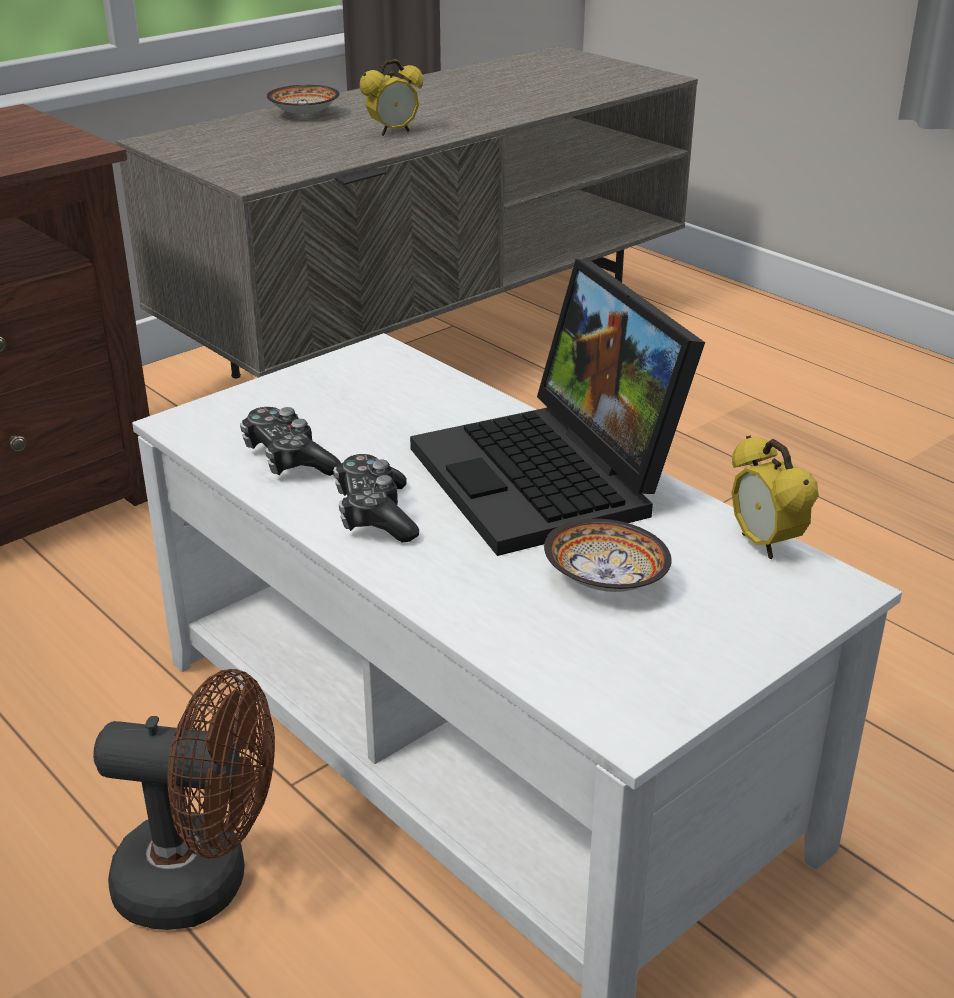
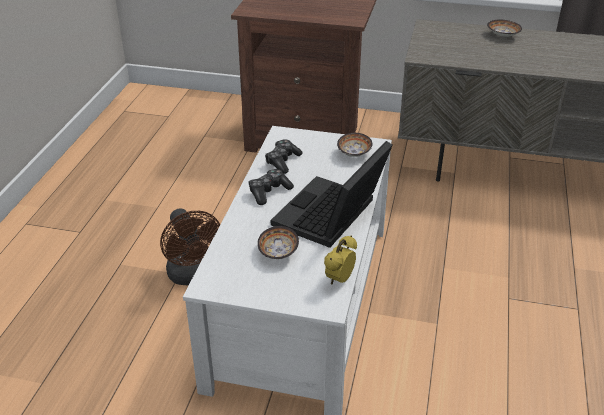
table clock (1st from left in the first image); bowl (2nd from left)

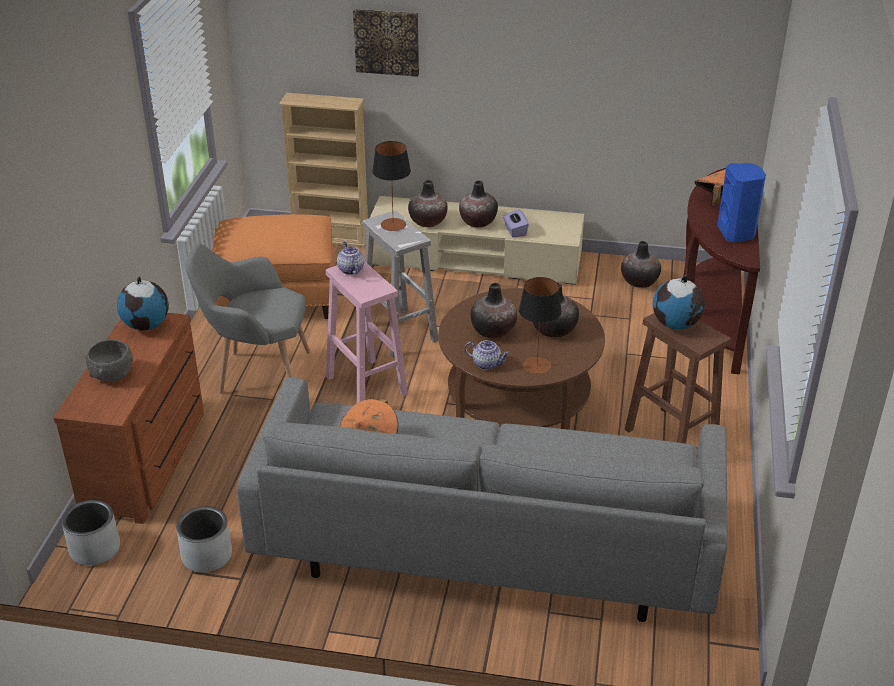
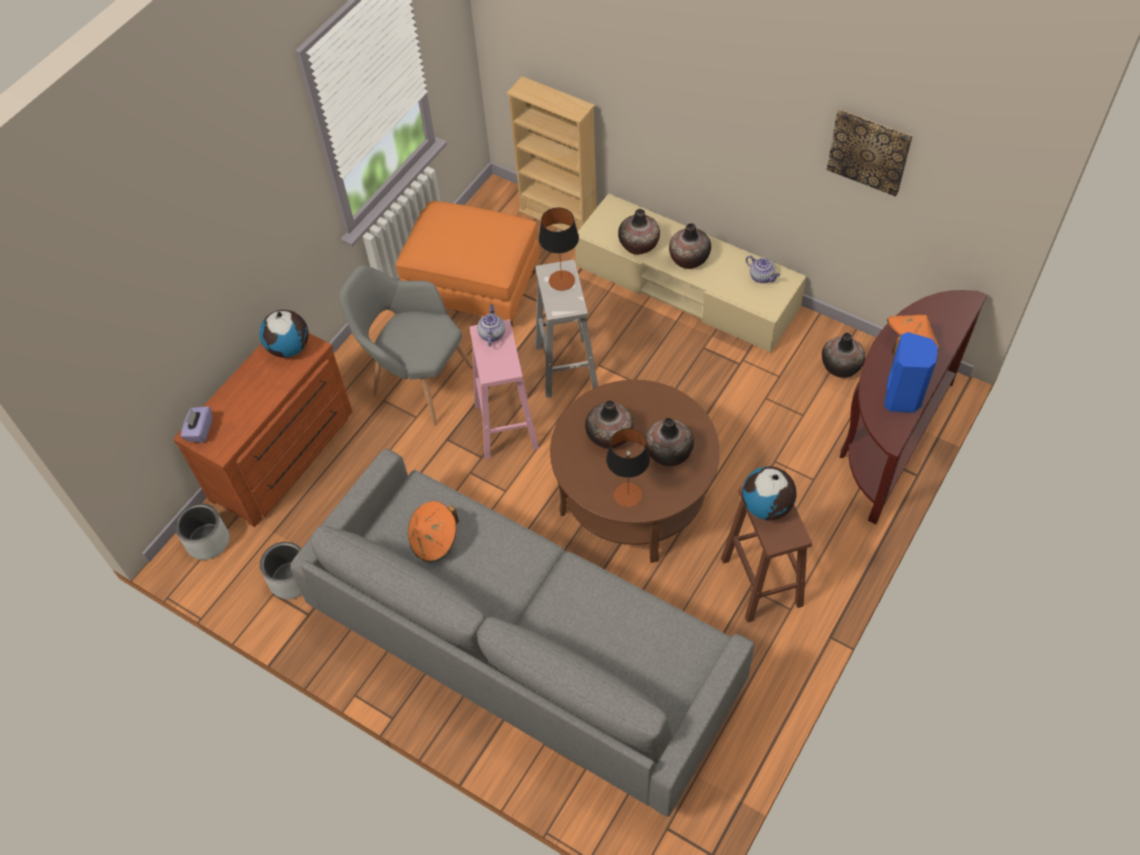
wall picture; box of tissues in purplish; bowl in grey; tea pot (2nd from left)

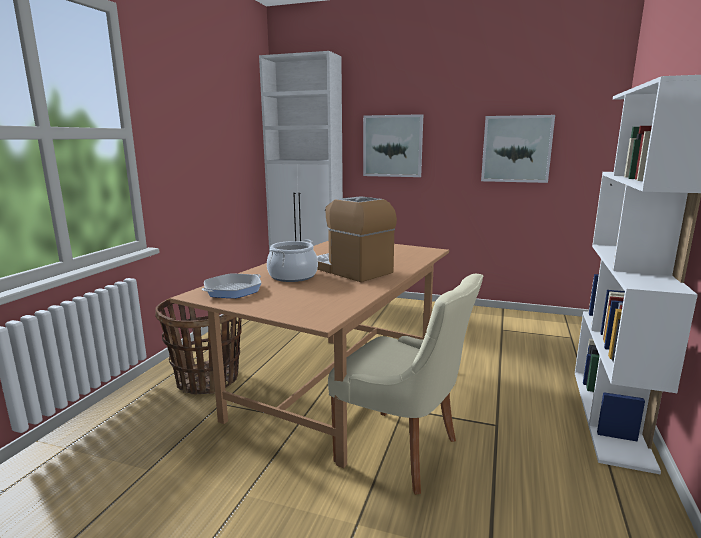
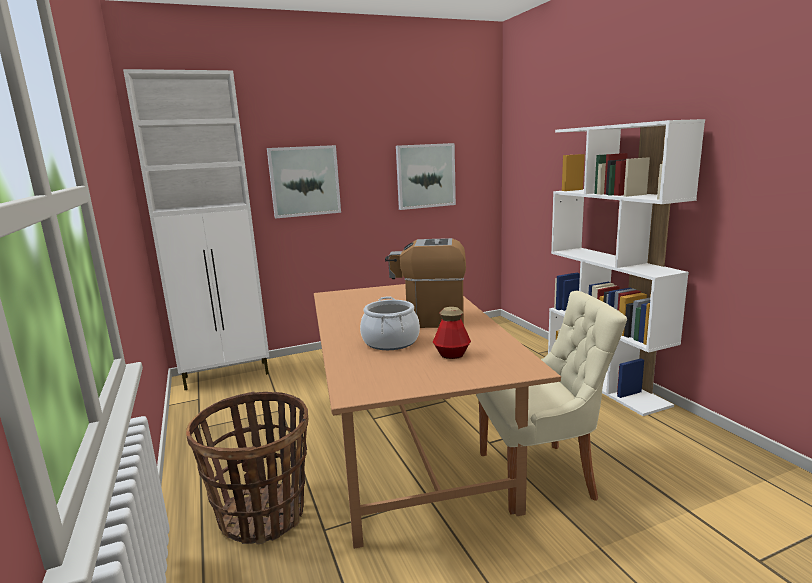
frying pan; drink bottle

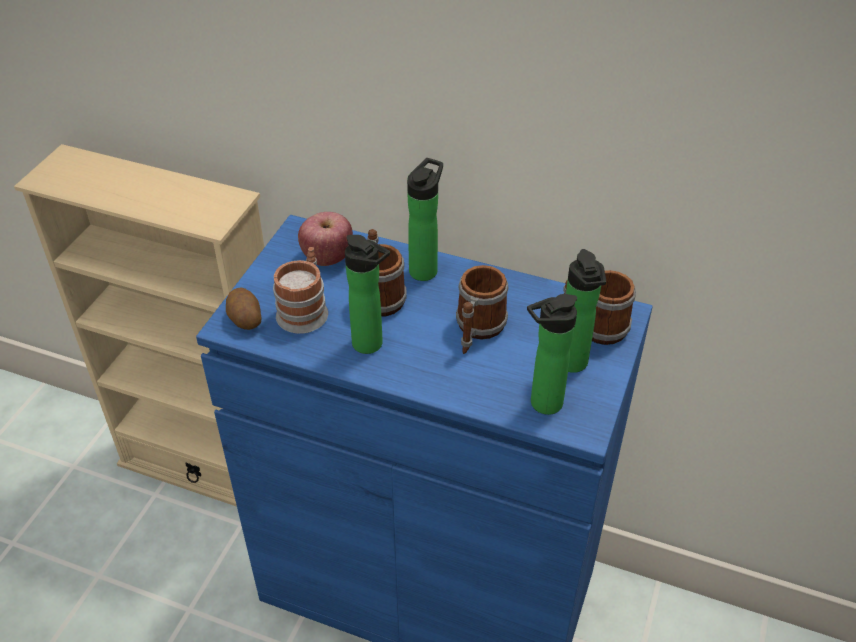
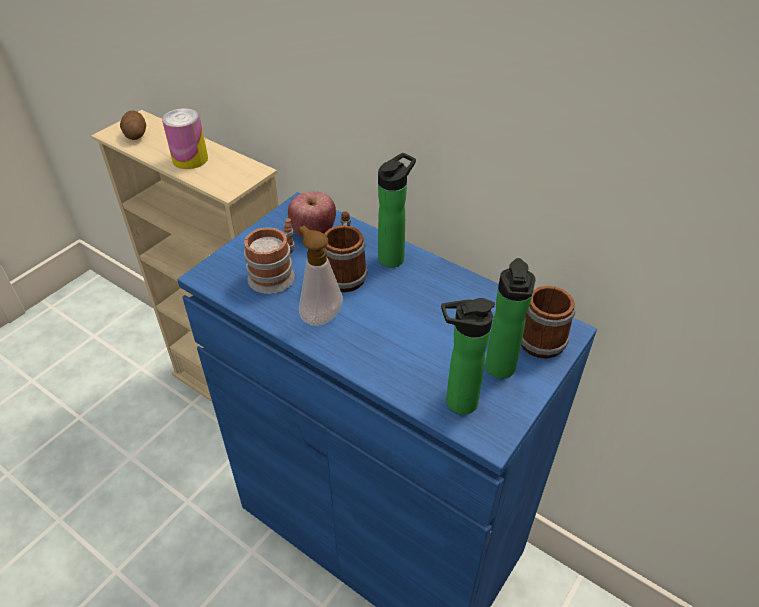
soap dispenser; tea mug (3rd from left in the first image); spud; sealed can

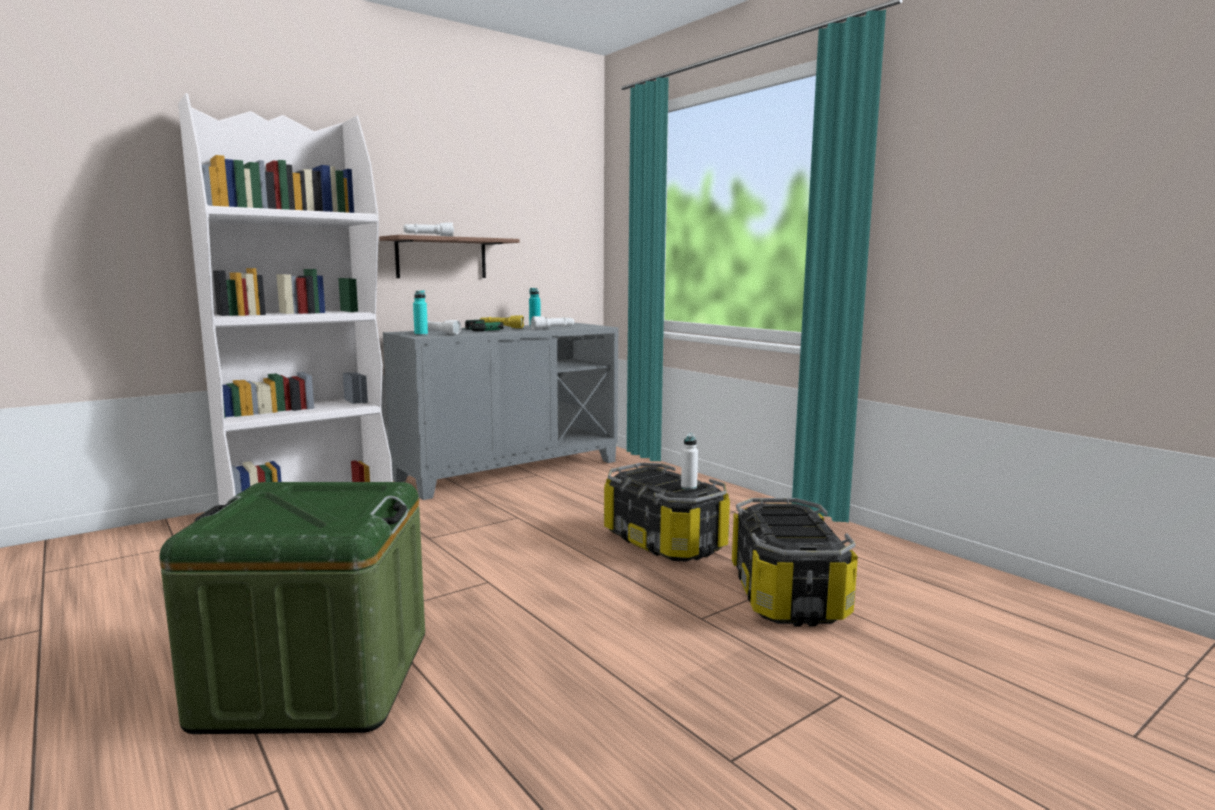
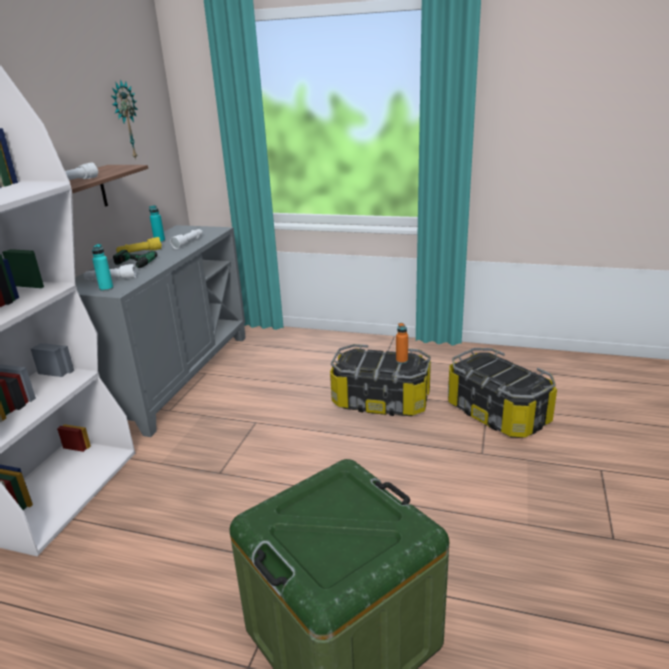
drink bottle in orangey; hanging clock

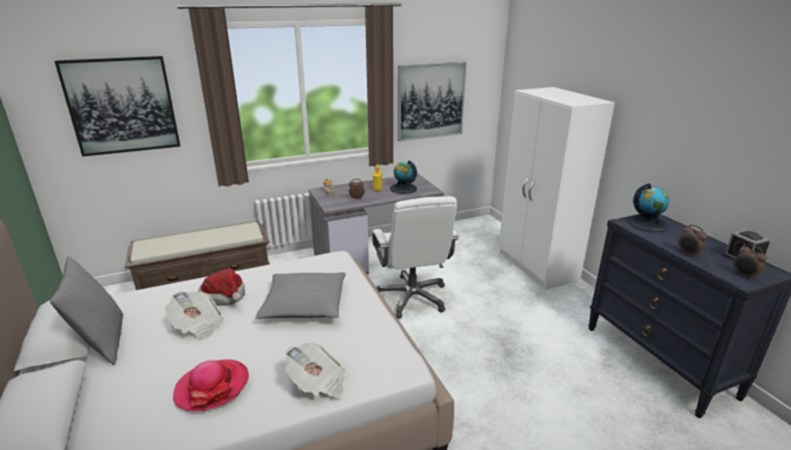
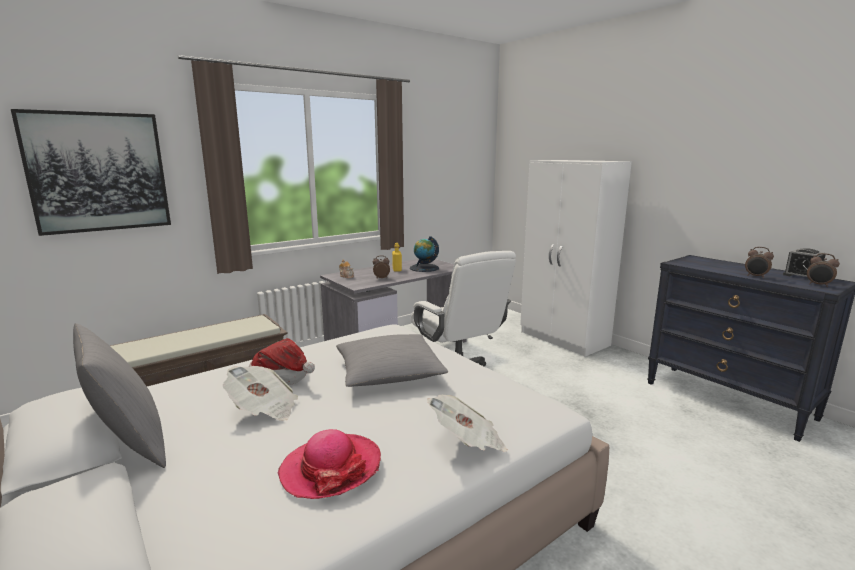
wall picture (2nd from left in the first image); globe (2nd from left in the first image)

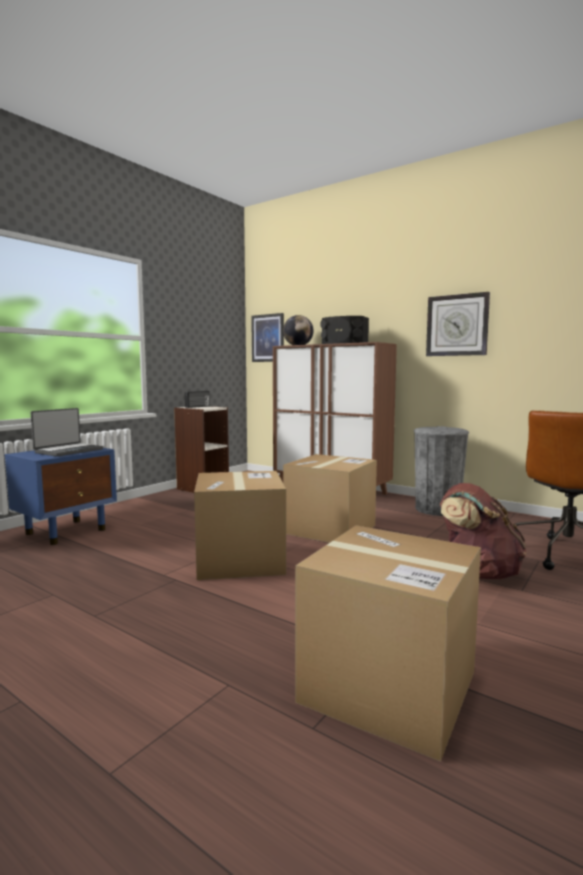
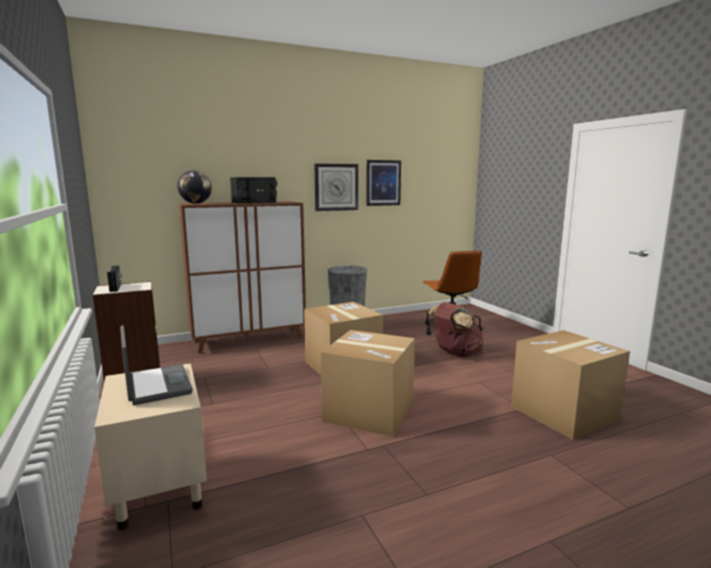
wall picture; nightstand in beige-coloured

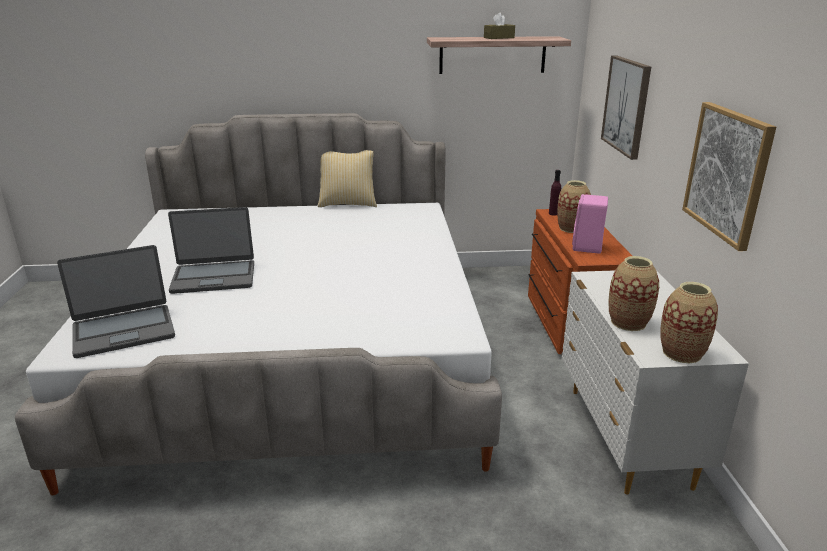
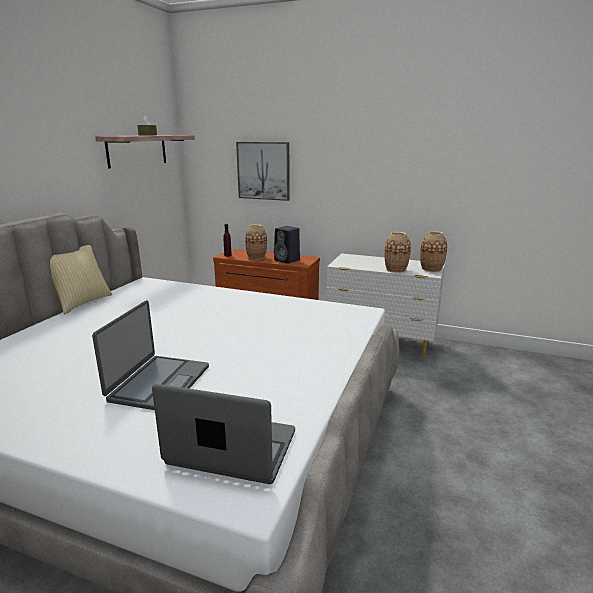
wall picture (2nd from left in the first image); speaker in black-coloured; portable computer (2nd from left)

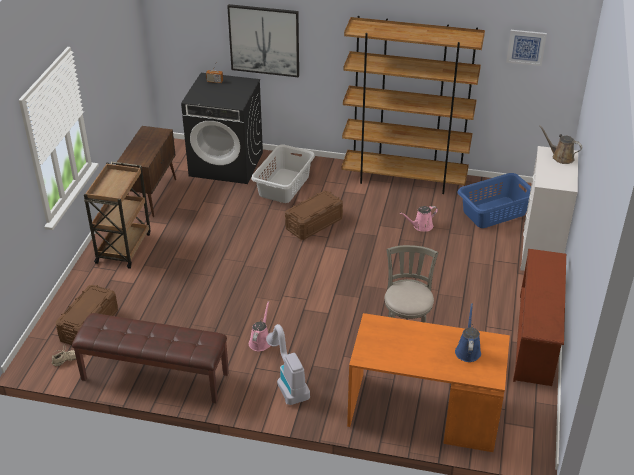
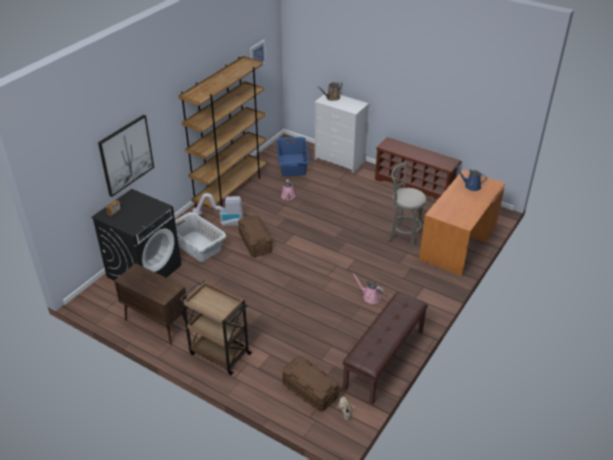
vacuum

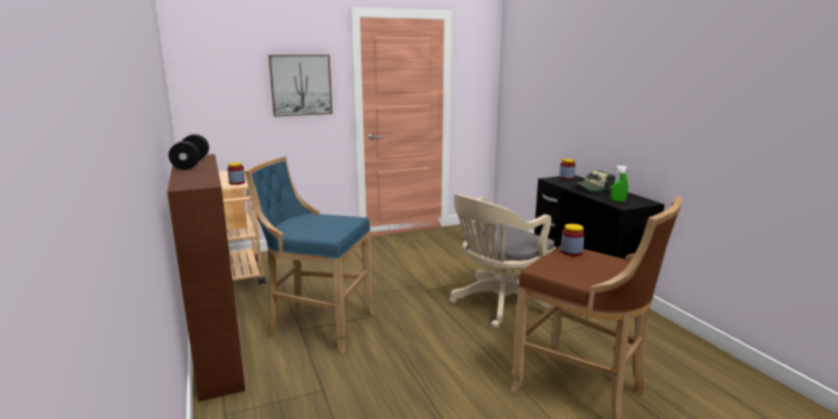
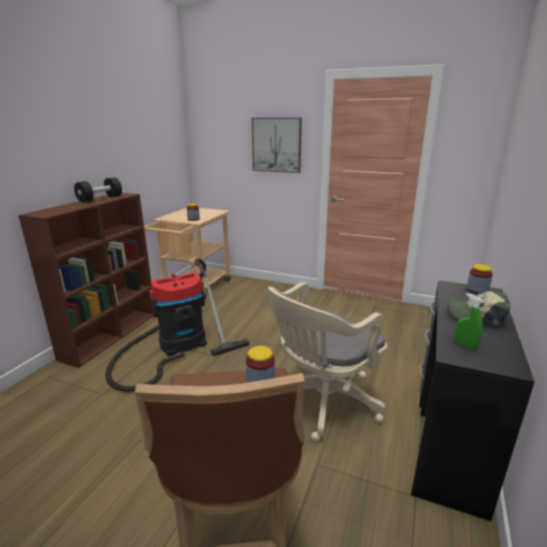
vacuum; office chair in beige-coloured

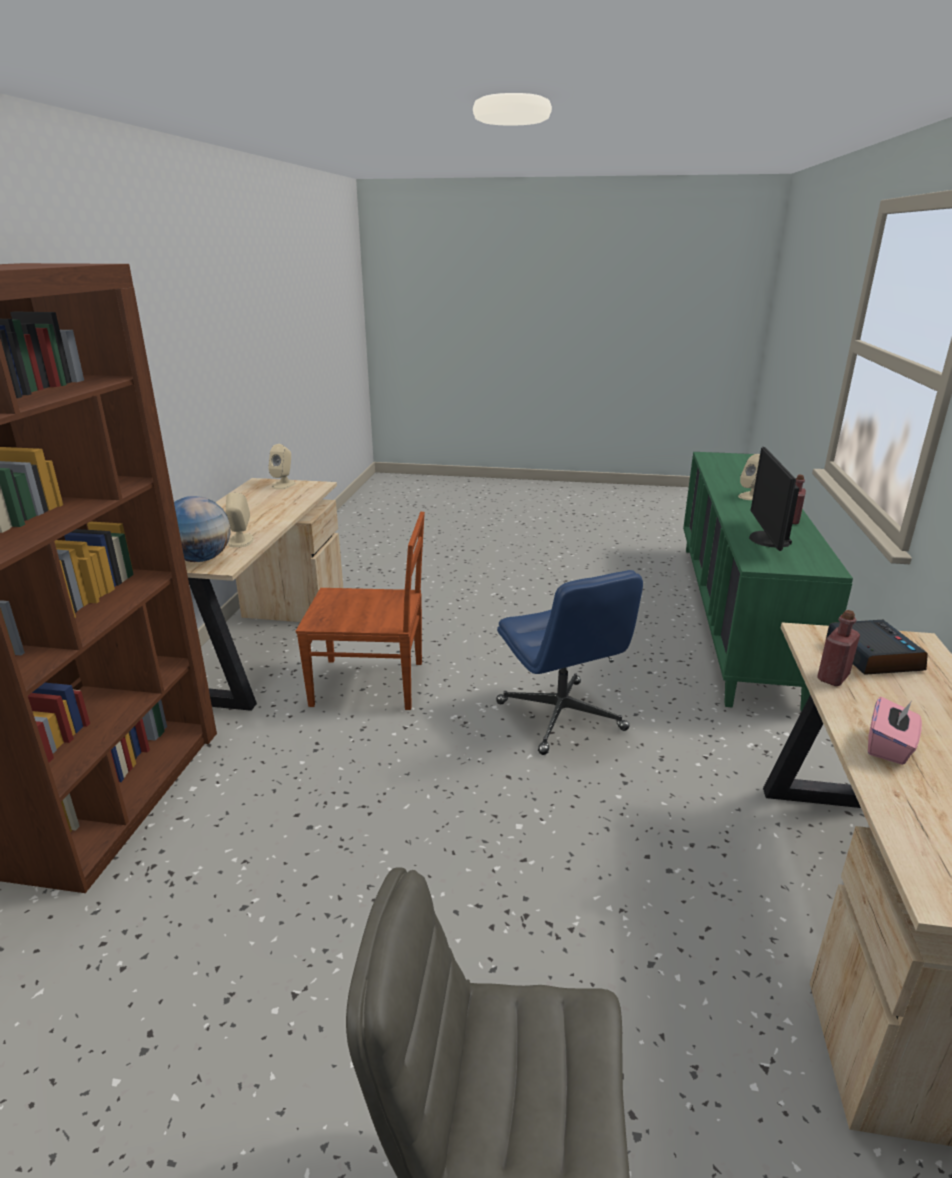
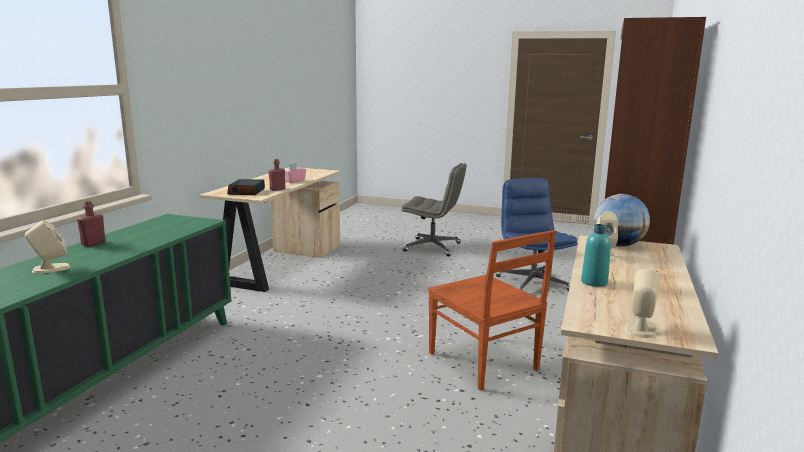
monitor; plain chair in brown; office chair in blue; drink bottle in turquoise

